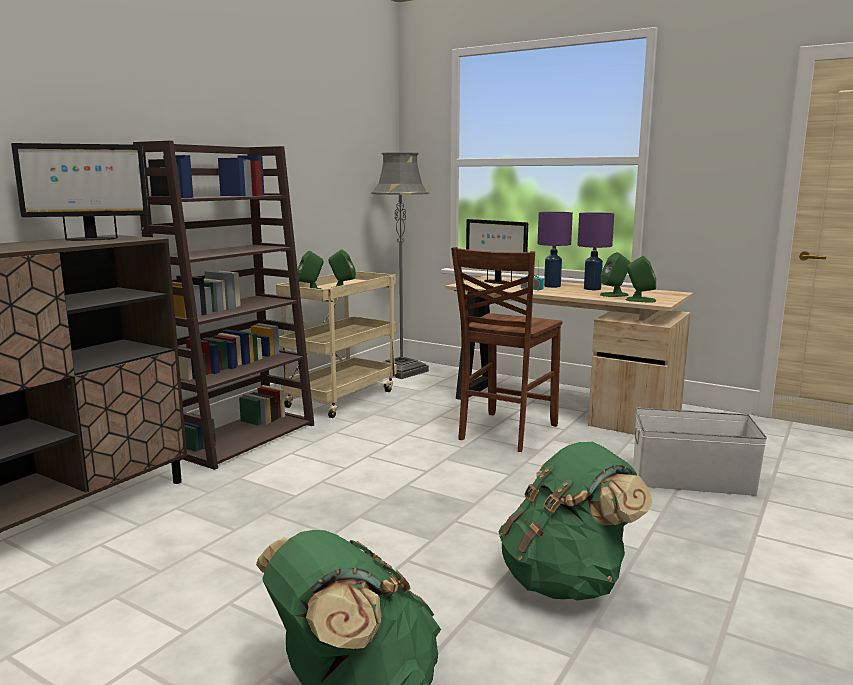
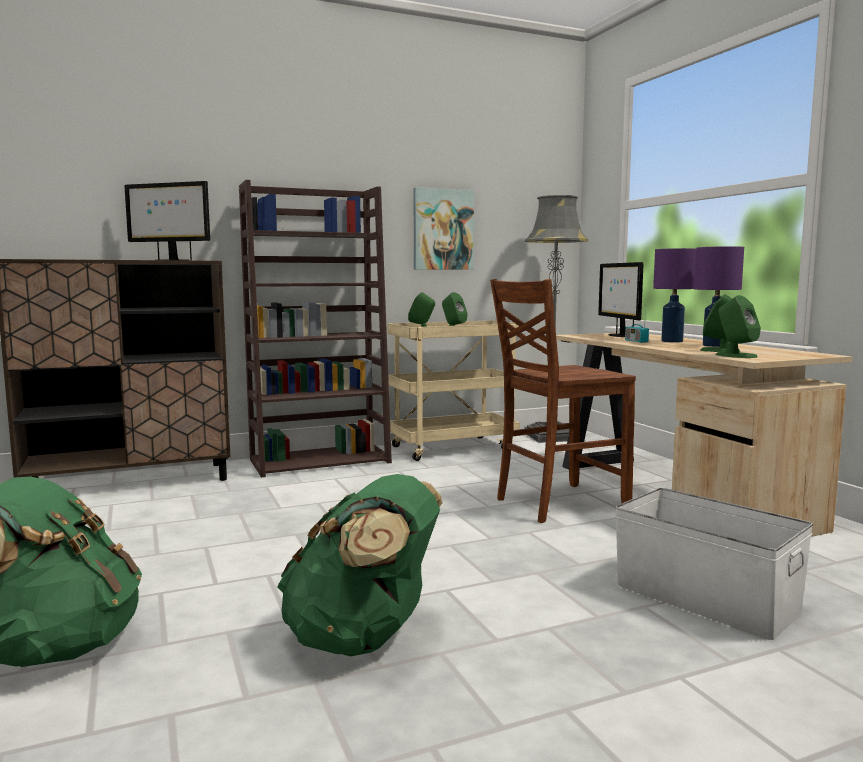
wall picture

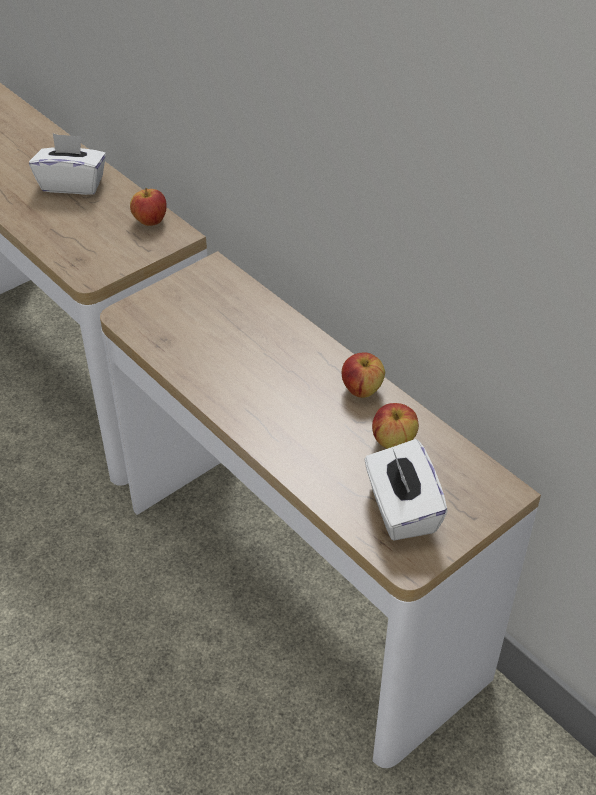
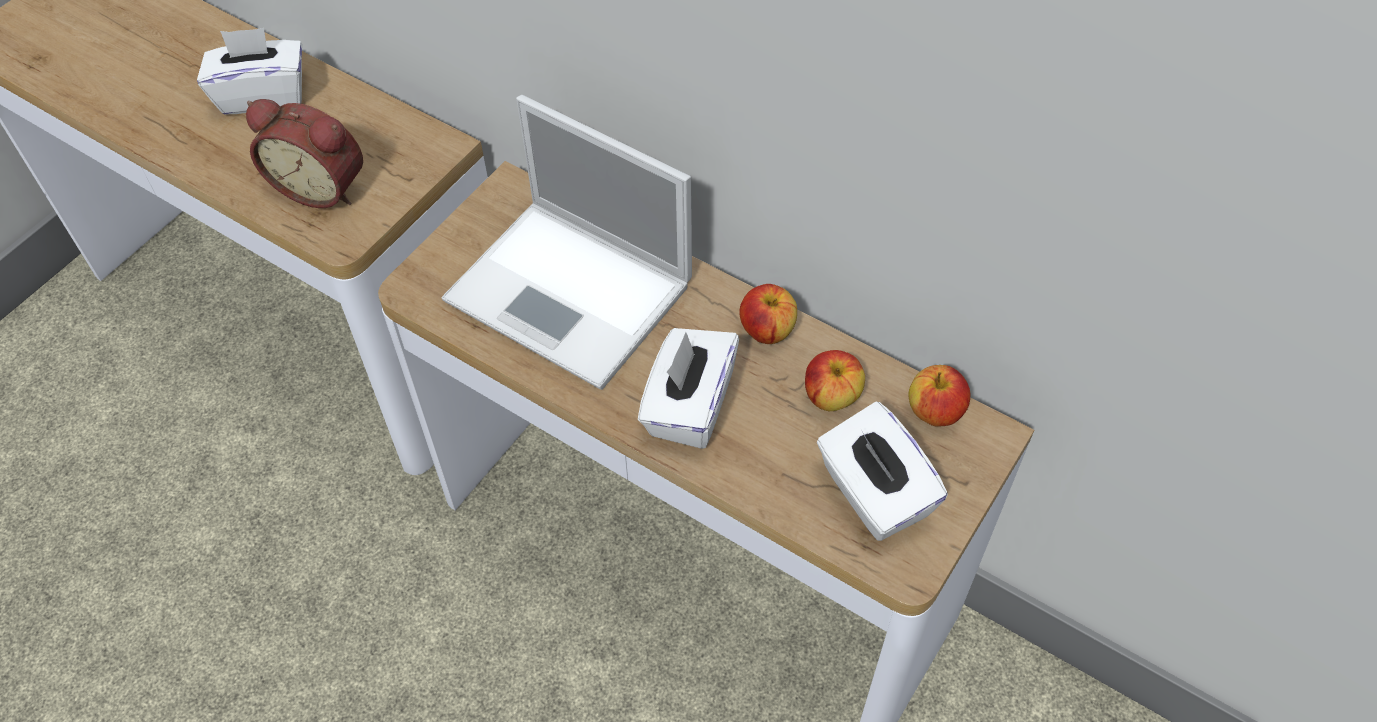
apple (3rd from left); portable computer; table clock; box of tissues in white-coloured (2nd from left)

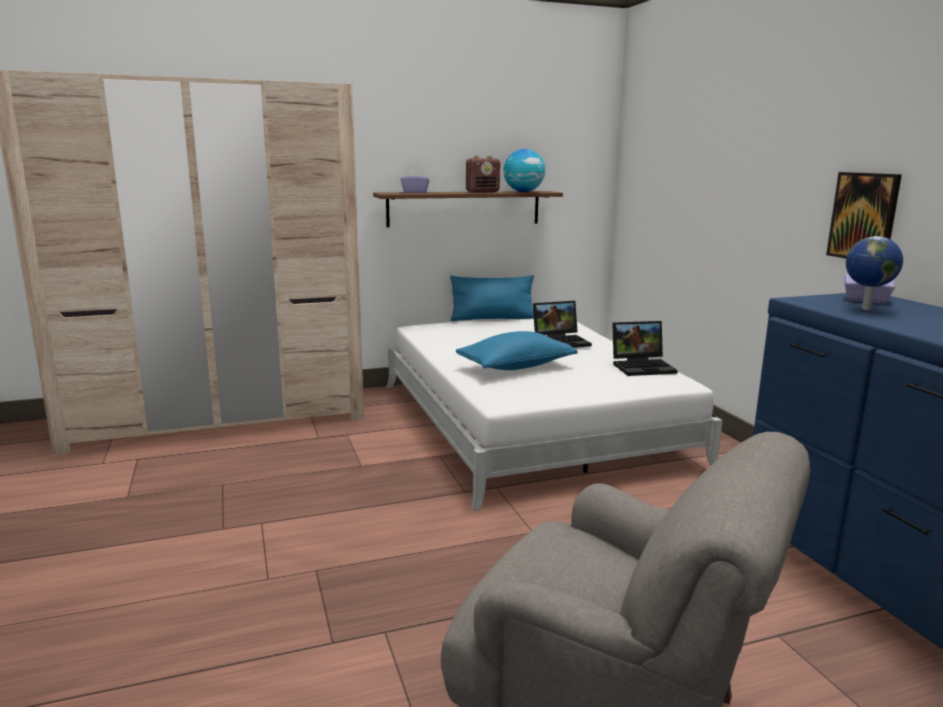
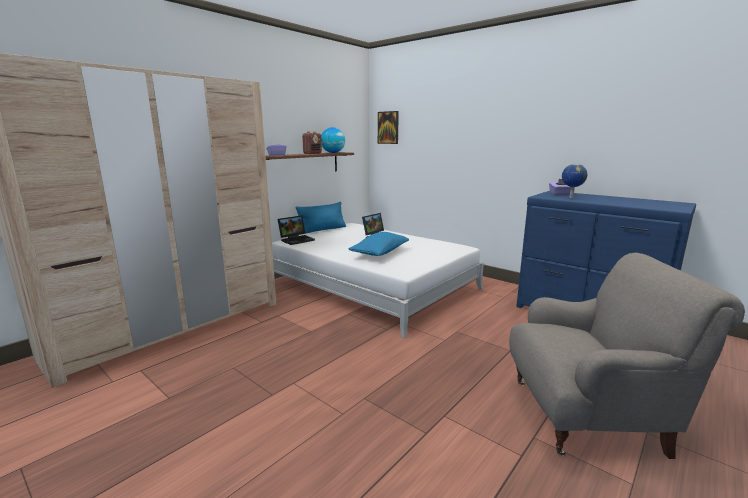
wall picture; portable computer (1st from left)

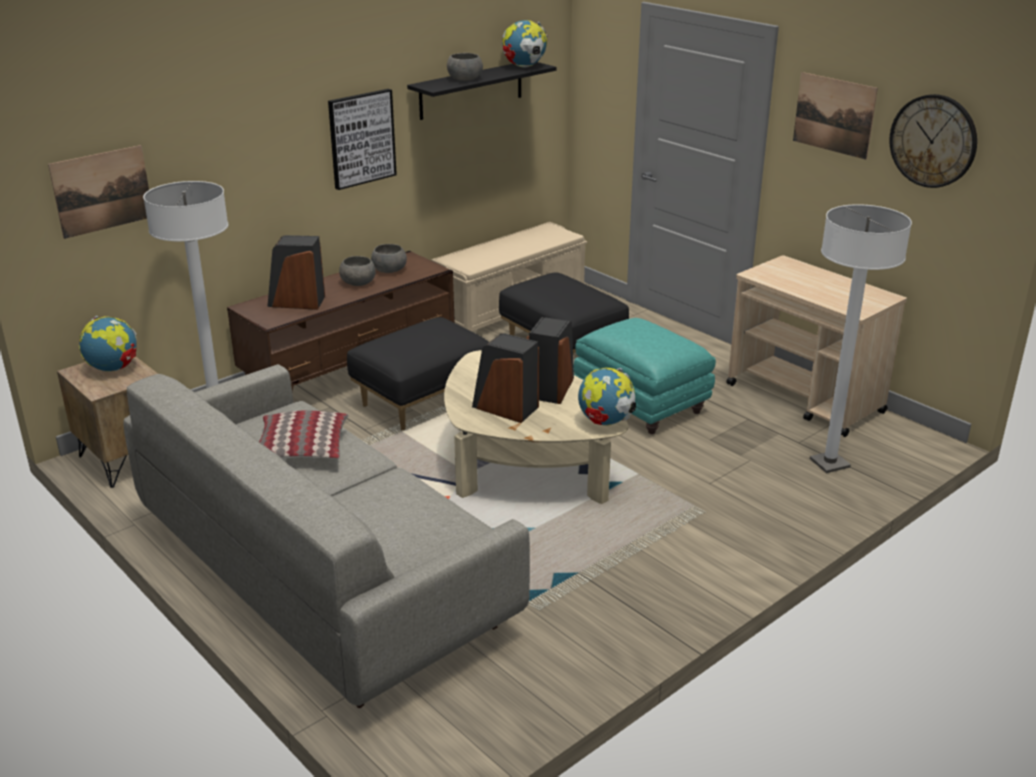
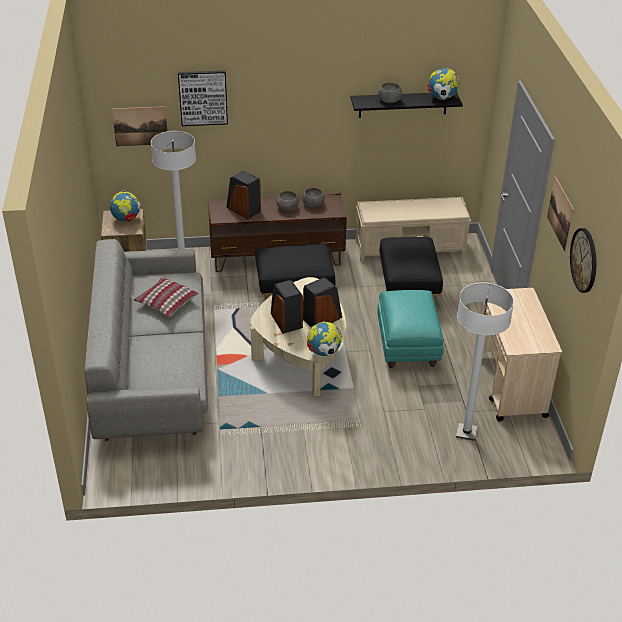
wall picture (2nd from left)

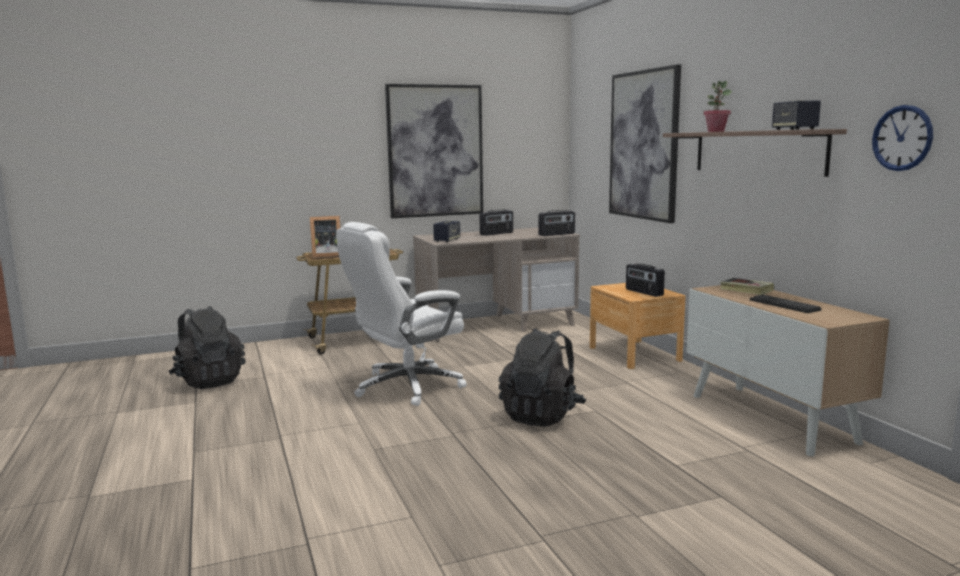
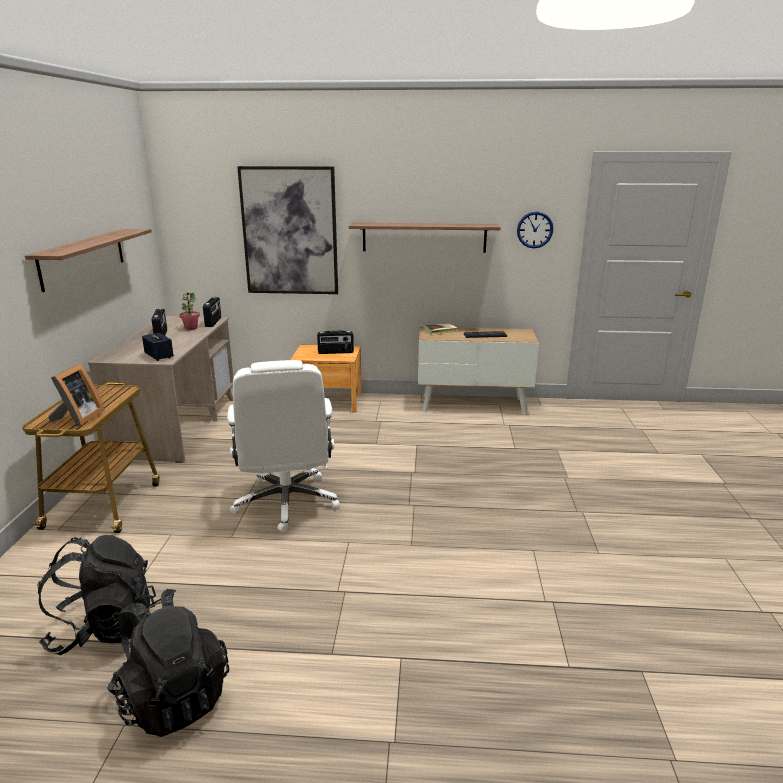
potted plant; bracket shelf (1st from left); speaker (2nd from left in the first image); knapsack in black-coloured (2nd from left)

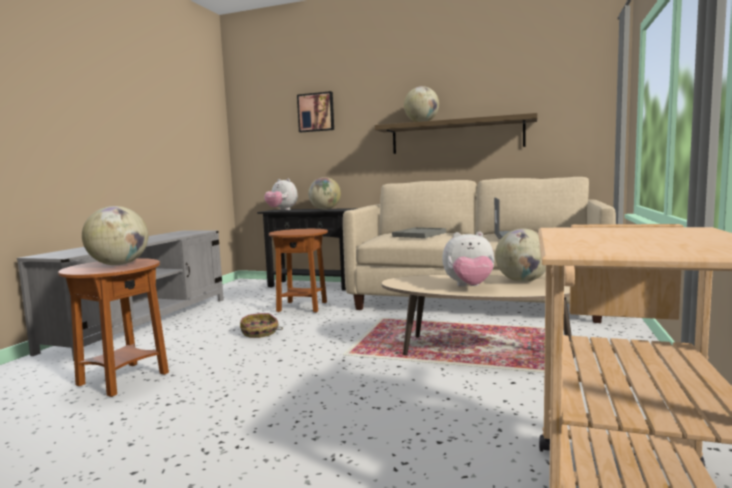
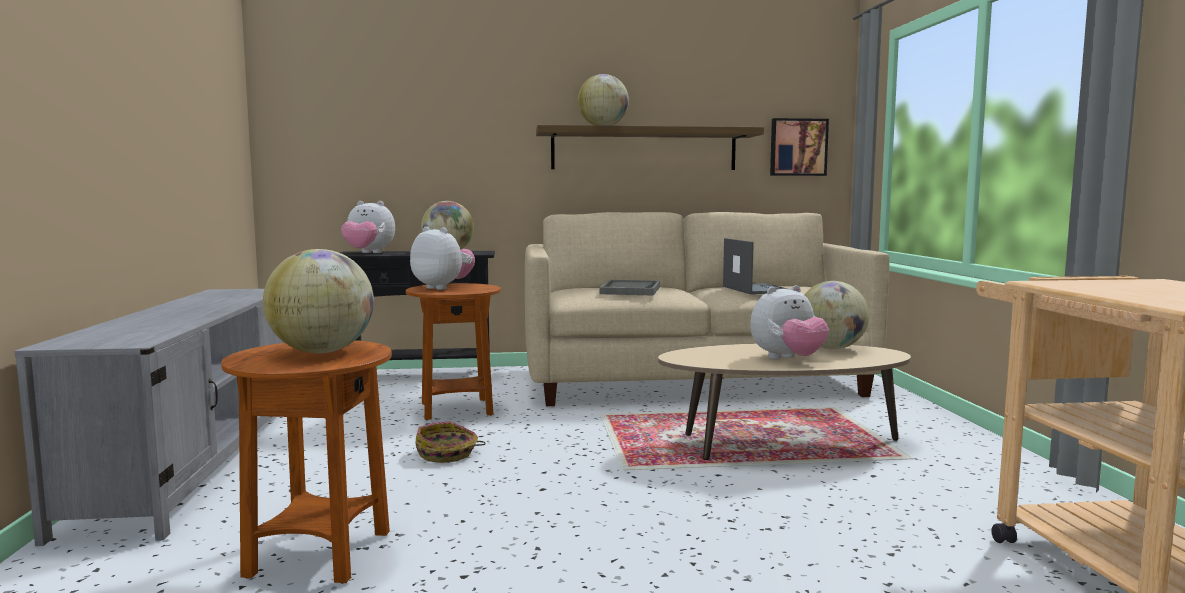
wall picture; plush toy (2nd from left)

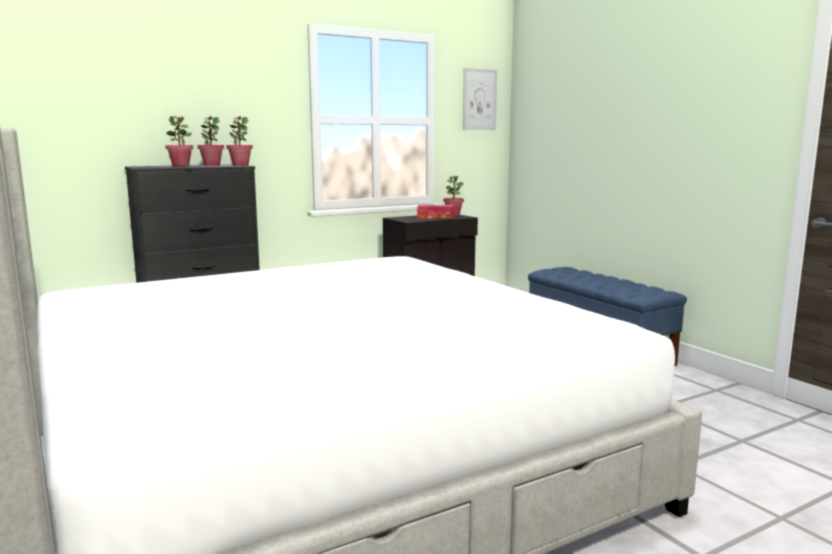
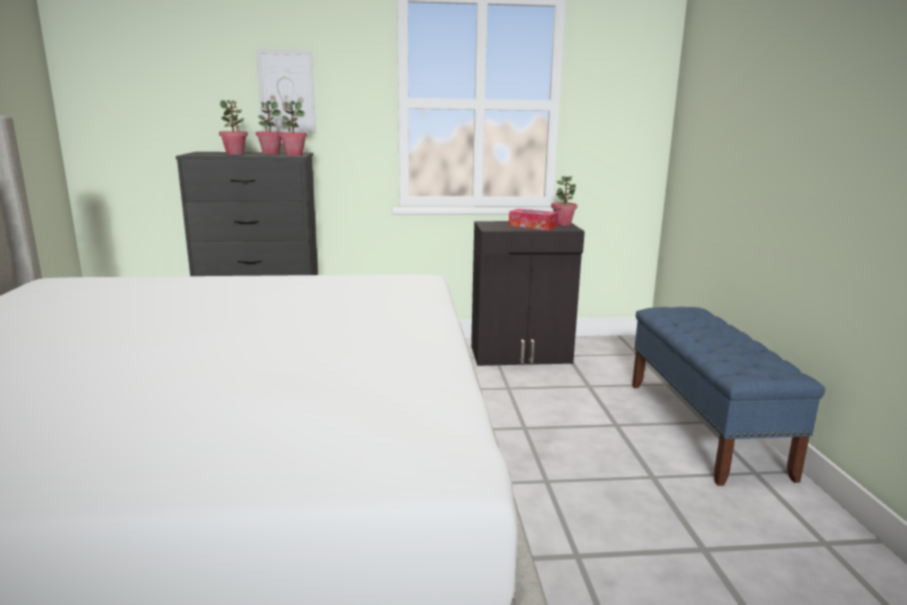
wall picture

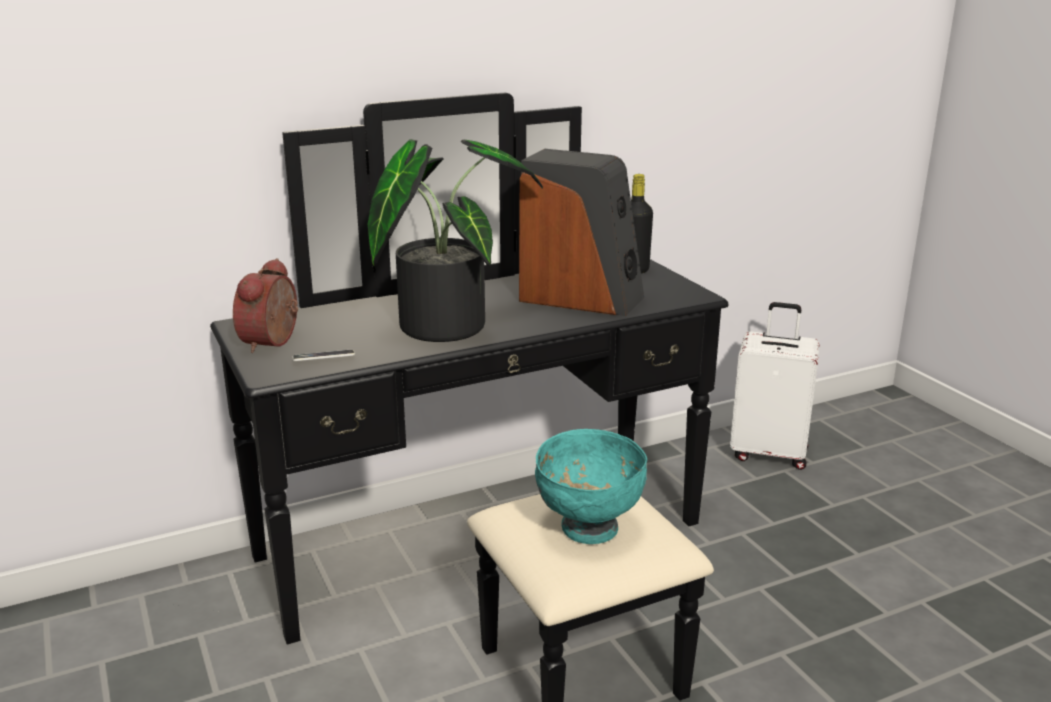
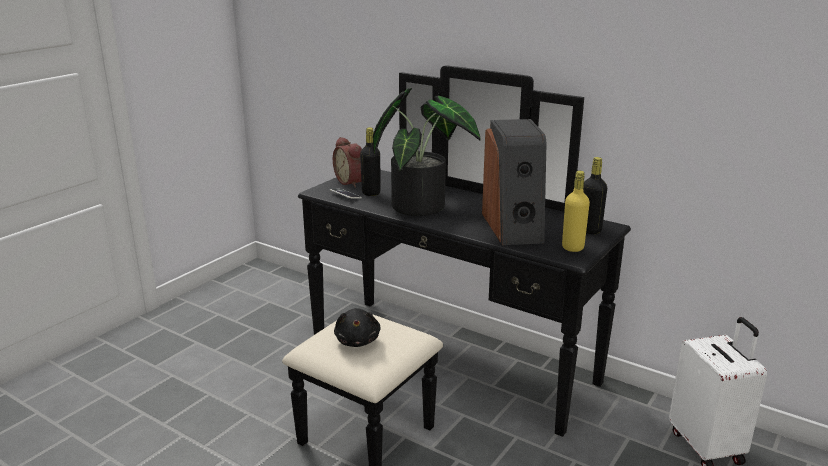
table clock; plush toy in black-coloured; drink bottle in black-coloured (1st from left); drink bottle in yellow

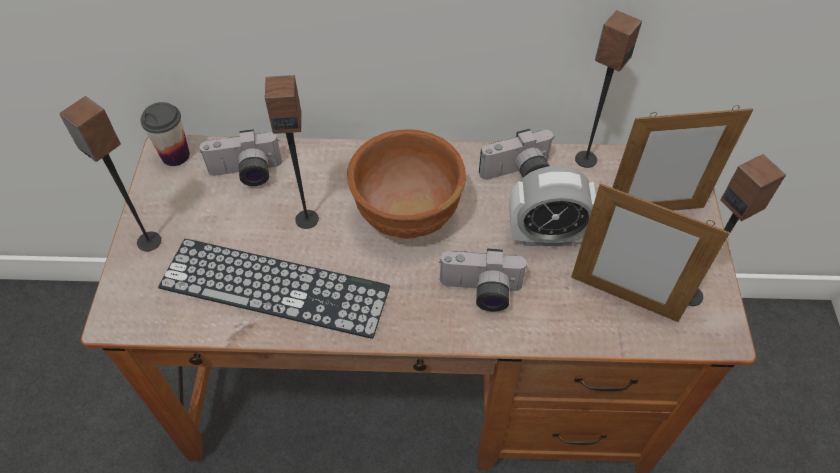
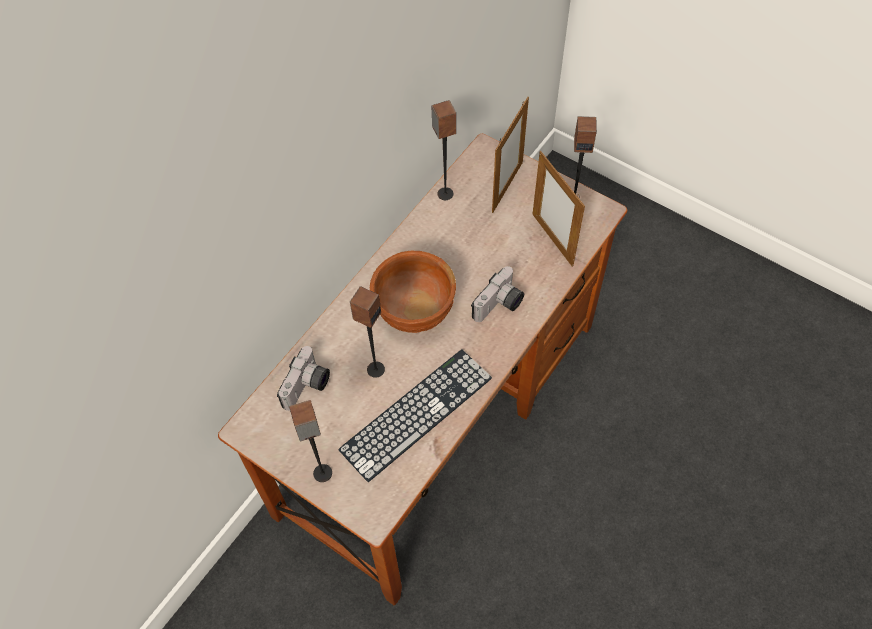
cup; photo camera (3rd from left in the first image); table clock; photo frame (2nd from left)

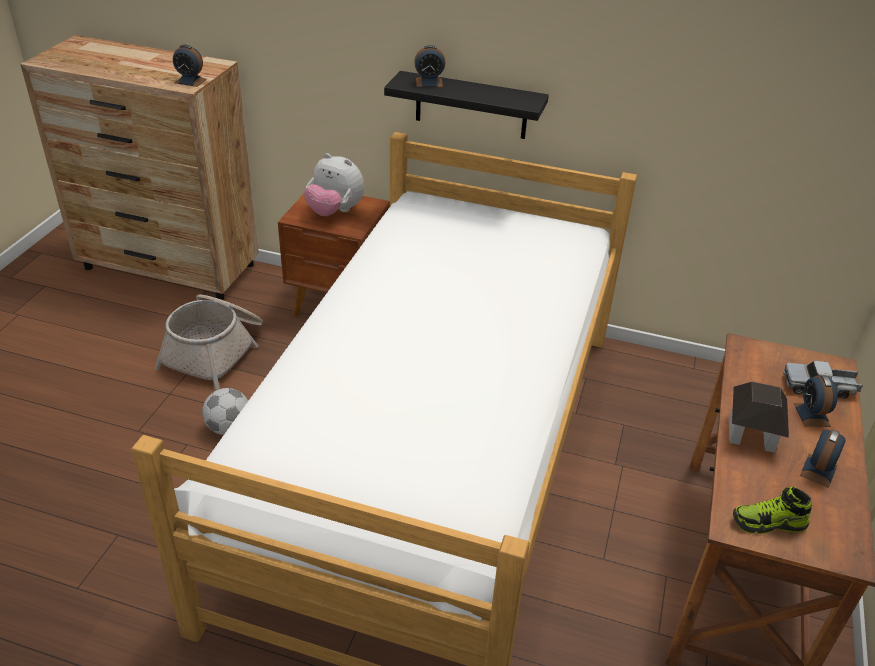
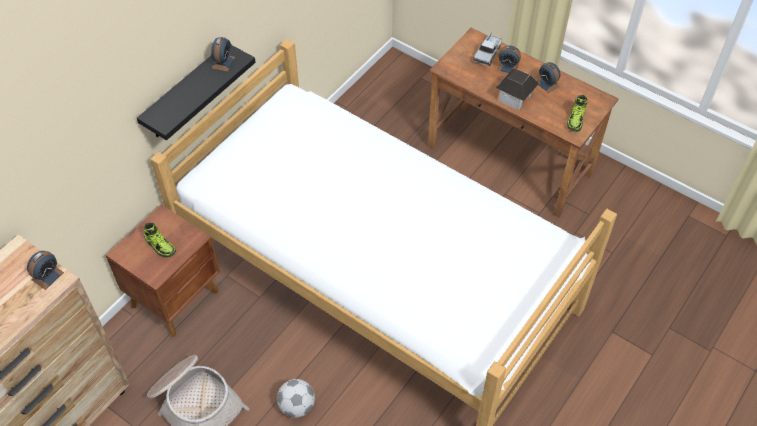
table clock (2nd from left); low shoe (1st from left)

